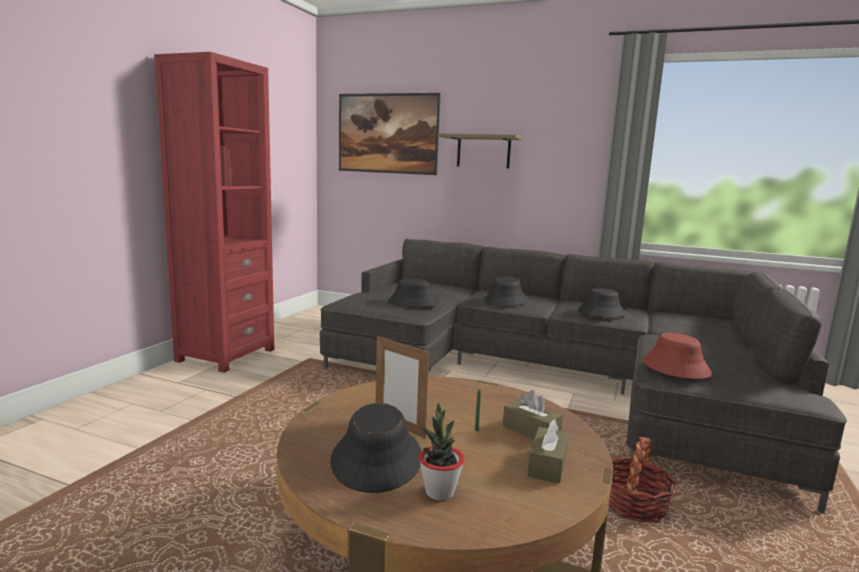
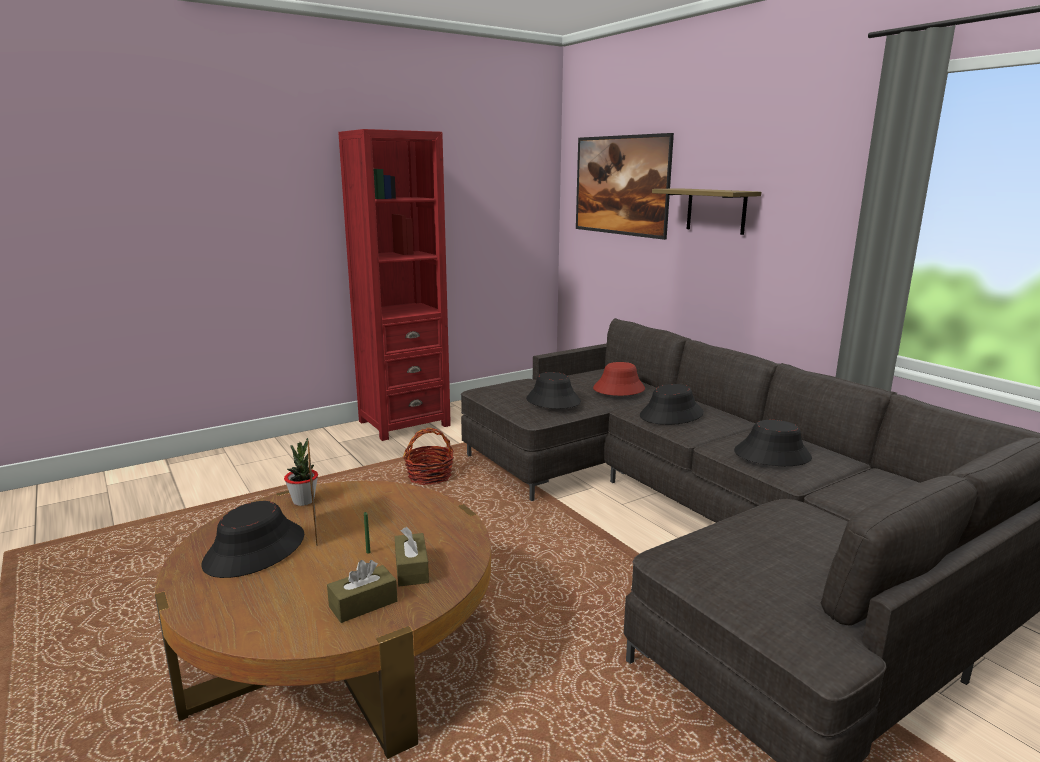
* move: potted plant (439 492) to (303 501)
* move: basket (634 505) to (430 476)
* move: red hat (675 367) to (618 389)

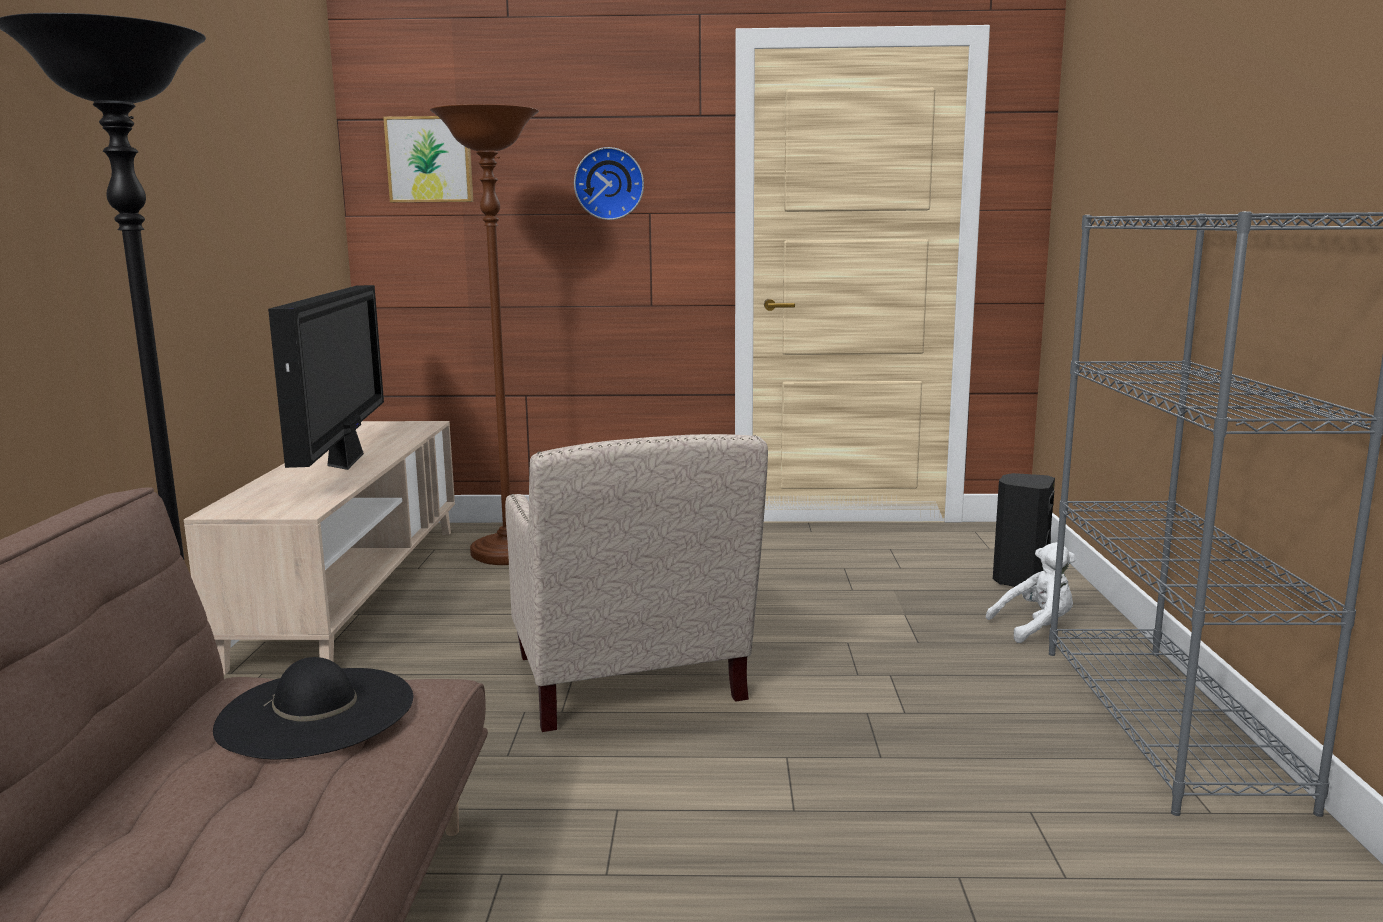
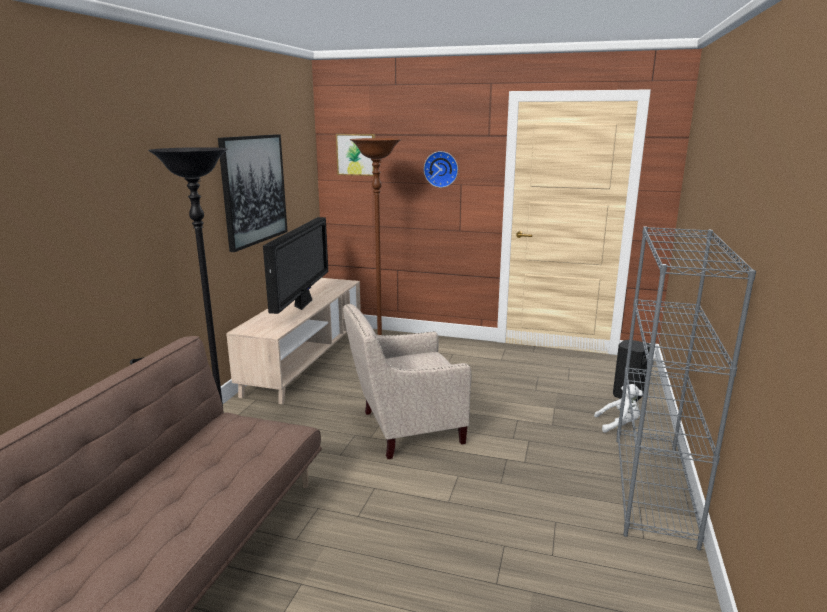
* insert: picture (254 190)
* rotate: beige armchair (628 686) = (404 428) 75 degrees clockwise
* delete: black hat (316 711)

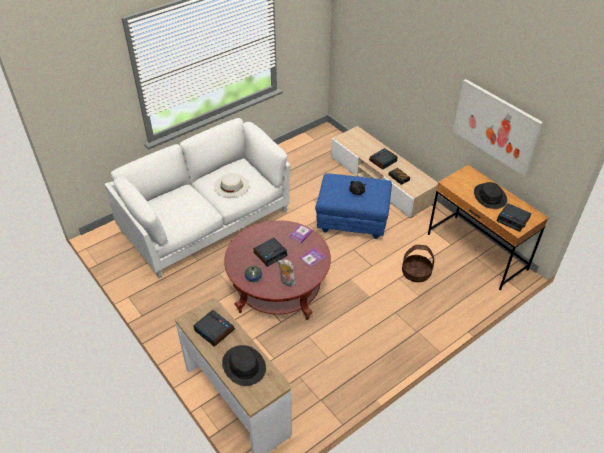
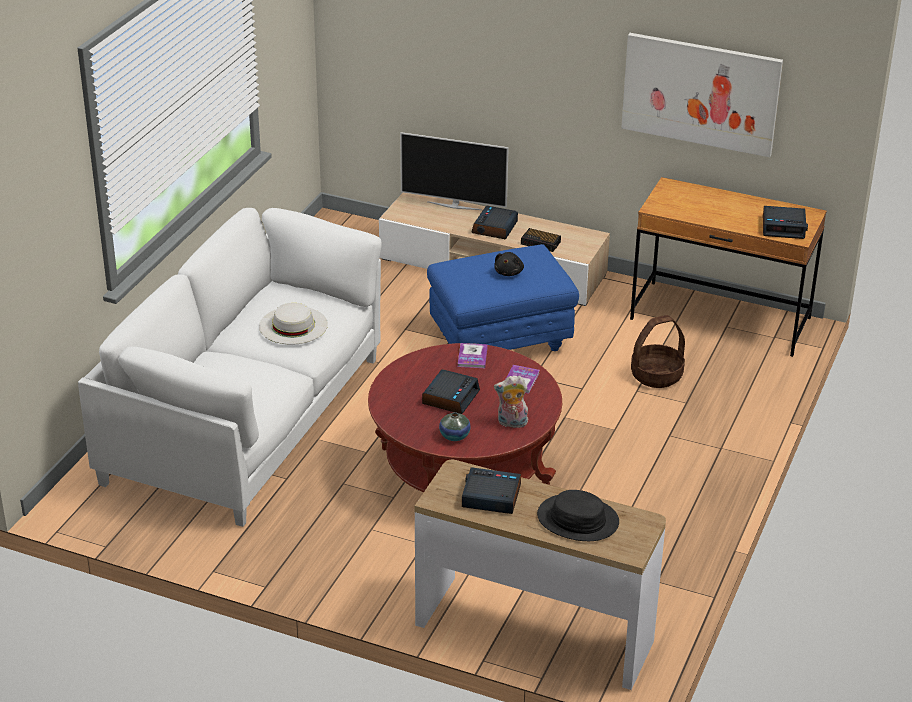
* insert: television (454 205)
* delete: black hat (490 196)

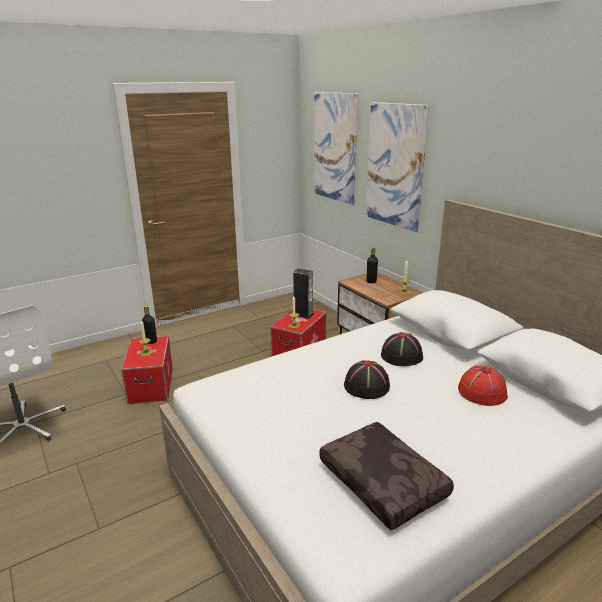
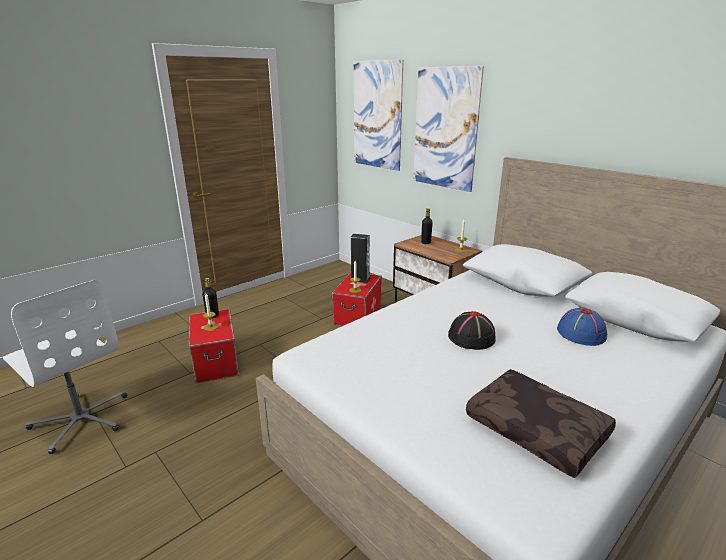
* recolor: red hat (481 391) to blue hat (580 333)
* delete: black hat (402 356)

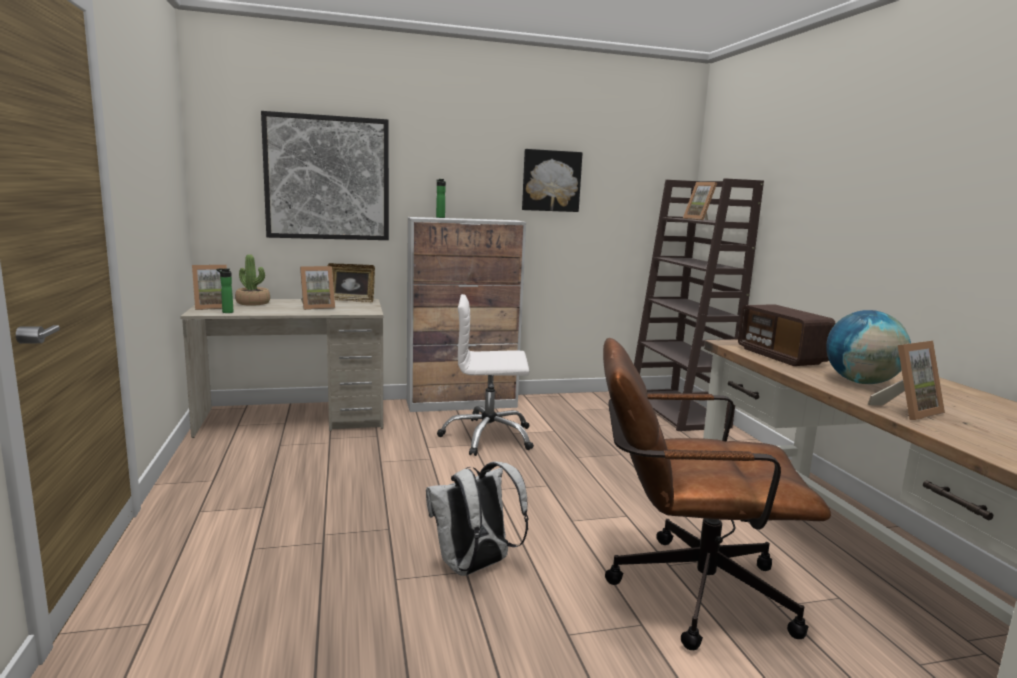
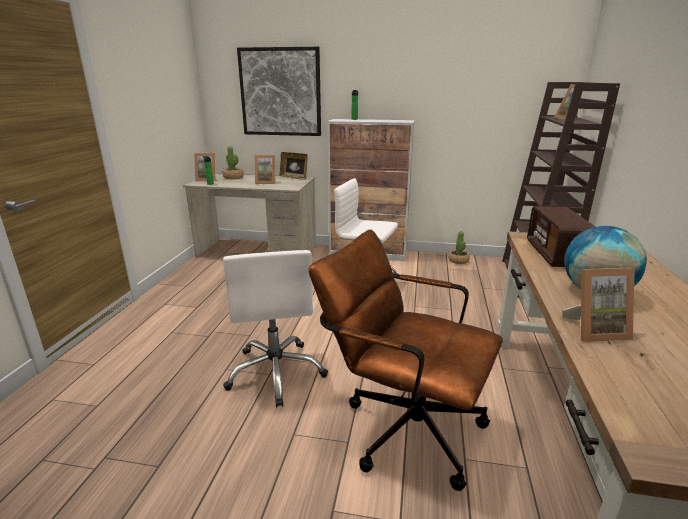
* replace: white backpack (474 567) to white office chair (276 372)
* insert: potted plant (458 260)
* delete: picture (551 181)

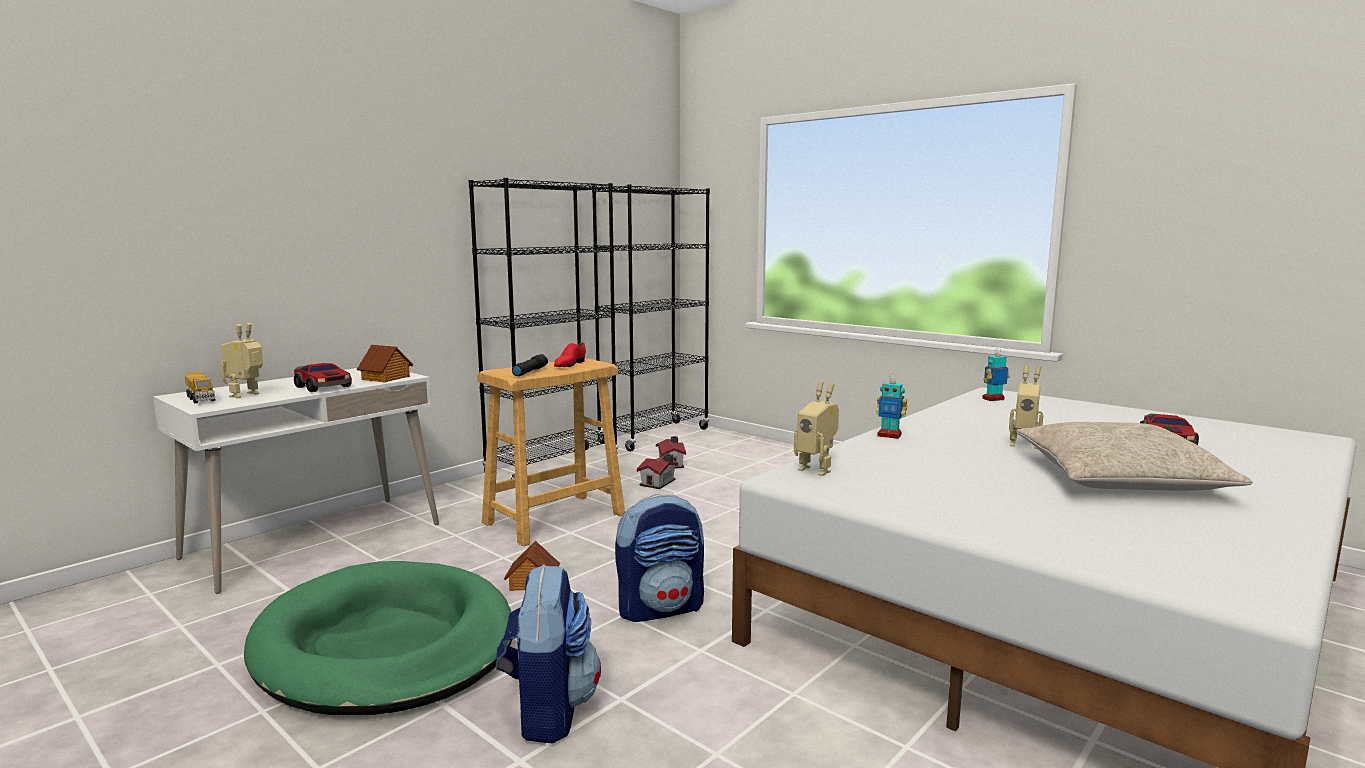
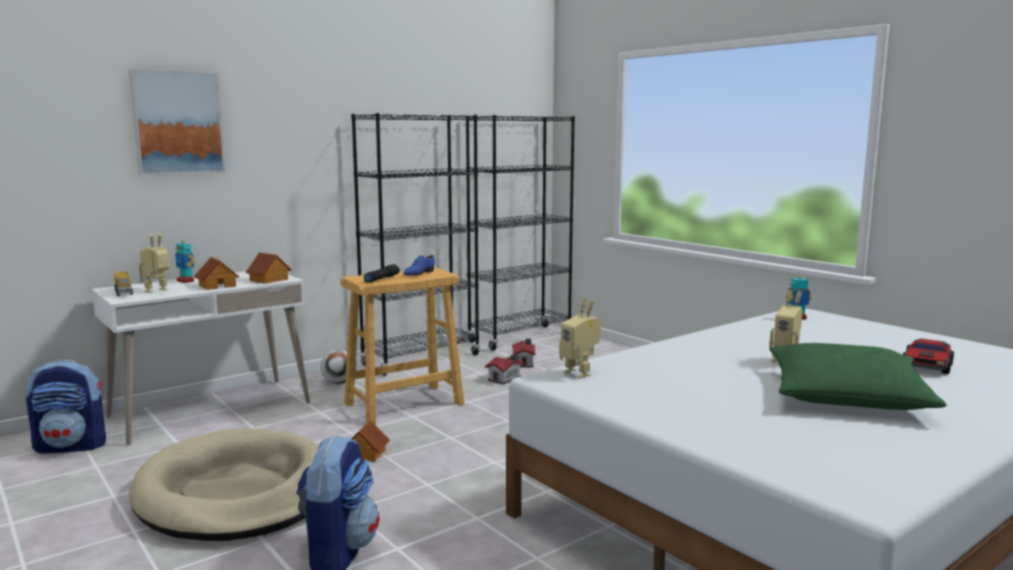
* move: backpack (661 608) to (72 446)
* insert: picture (178 123)
* recolor: green dog bed (386 645) to beige dog bed (237 492)
* move: toy robot (889 435) to (186 281)
* replace: toy car (323 387) to toy house (217 286)
* insert: football (339 383)
* recolor: red shoe (569 364) to blue shoe (418 273)
* recolor: beige pillow (1120 478) to green pillow (847 395)

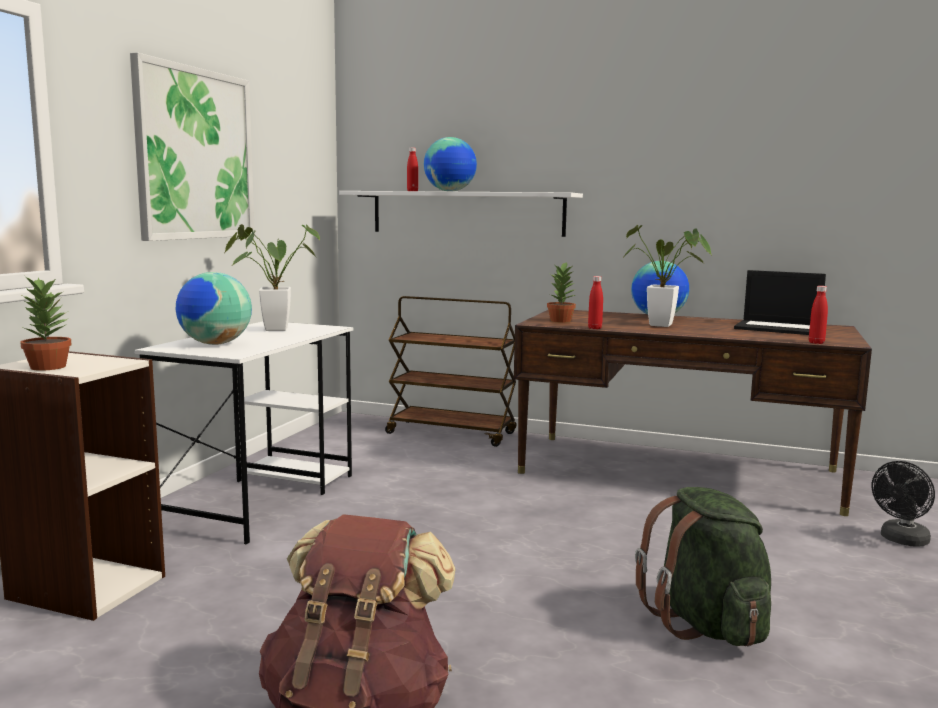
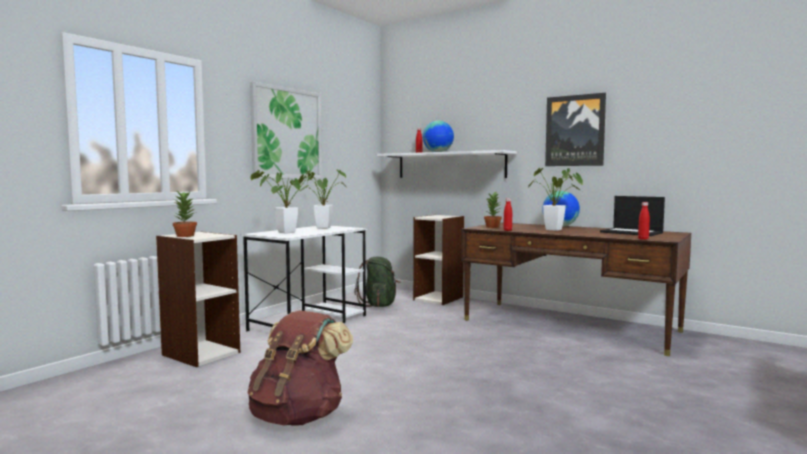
* replace: globe (215 344) to potted plant (283 233)
* move: green backpack (706 624) to (379 305)
* replace: brown cart (452 433) to bookcase (439 298)
* insert: picture (575 130)
* delete: black fan (901 540)

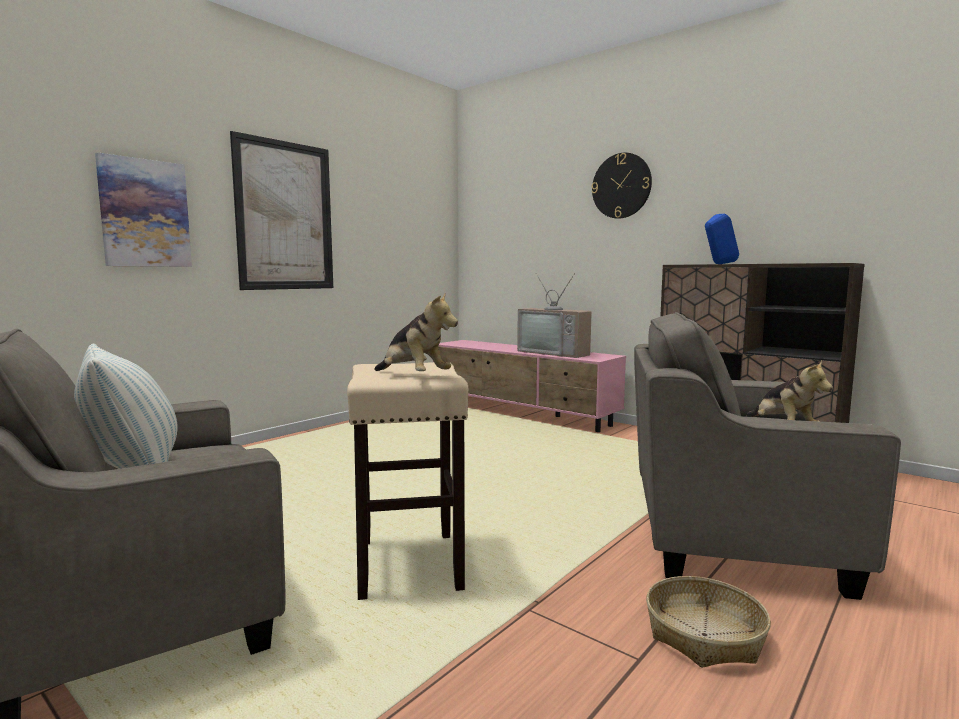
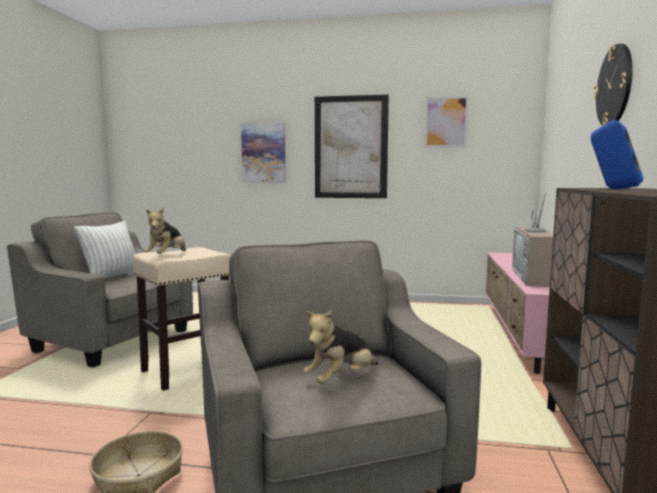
* insert: picture (446 122)

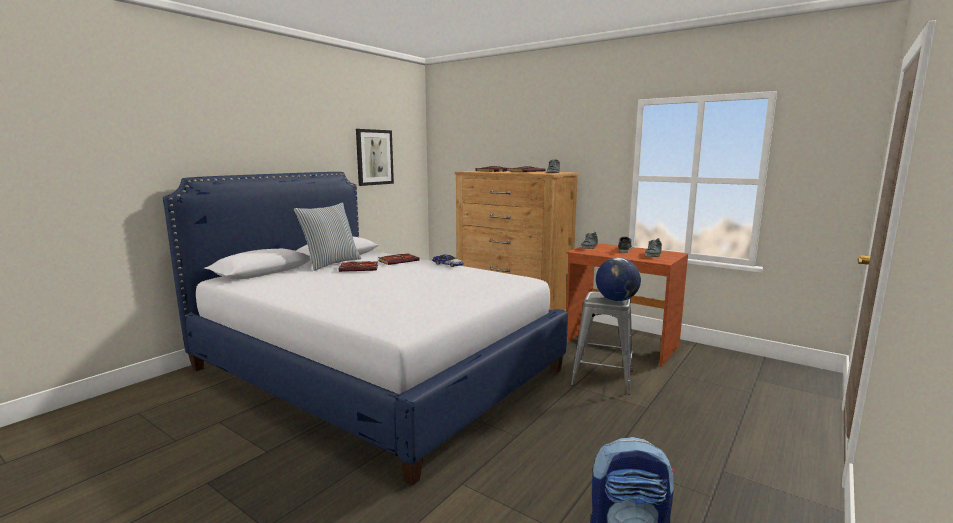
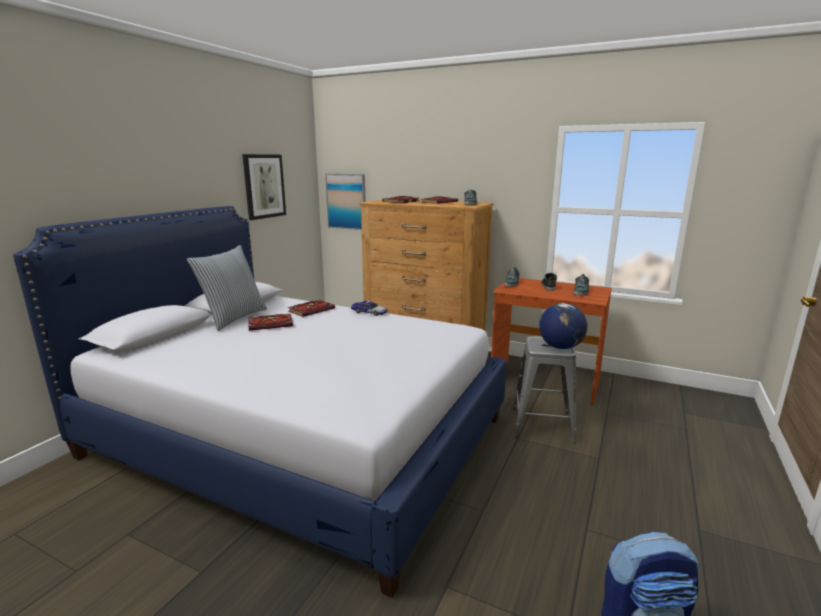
* insert: picture (346 201)

